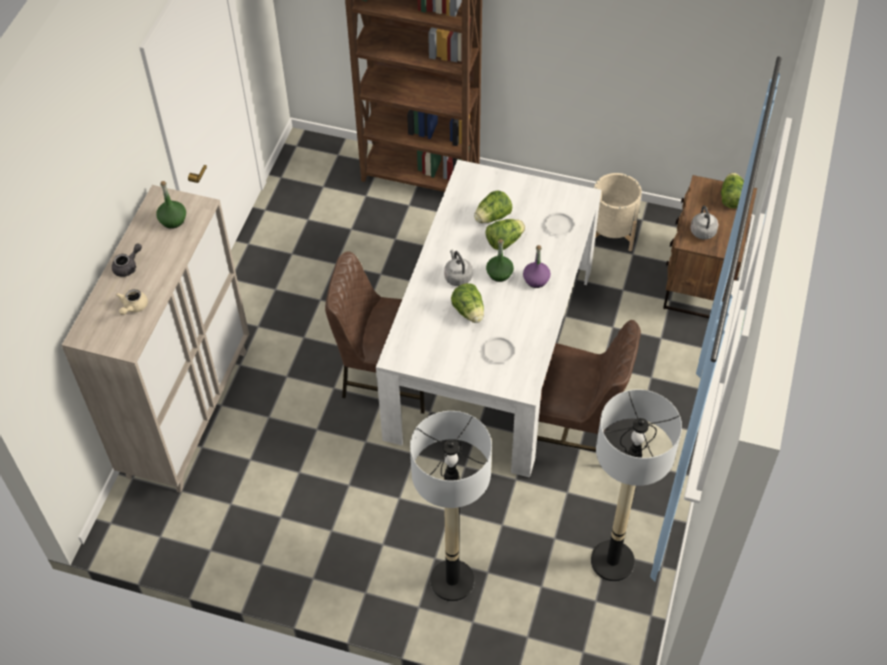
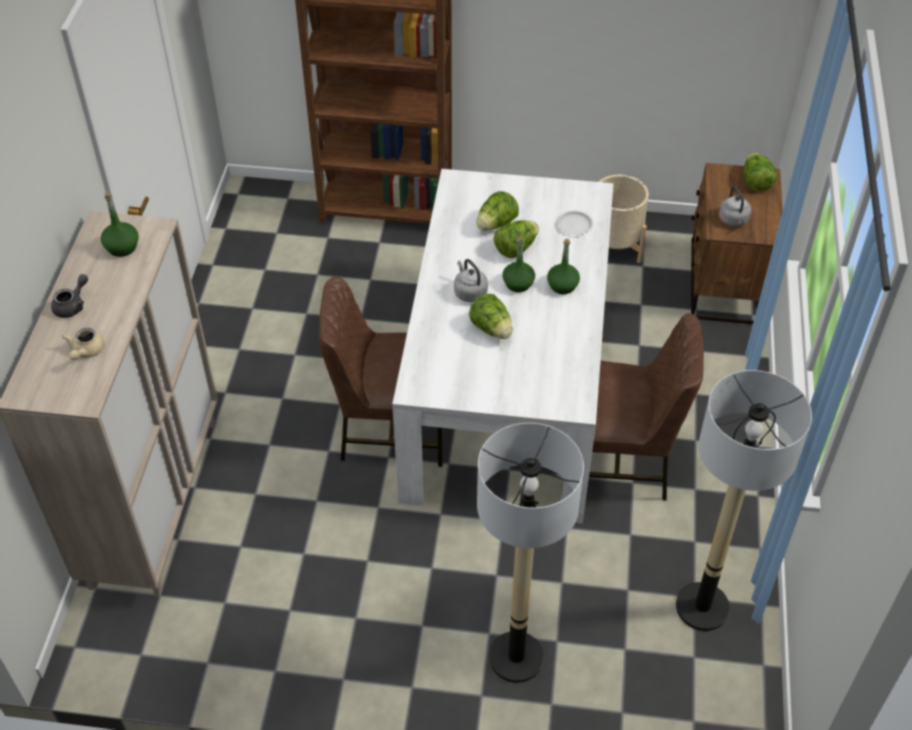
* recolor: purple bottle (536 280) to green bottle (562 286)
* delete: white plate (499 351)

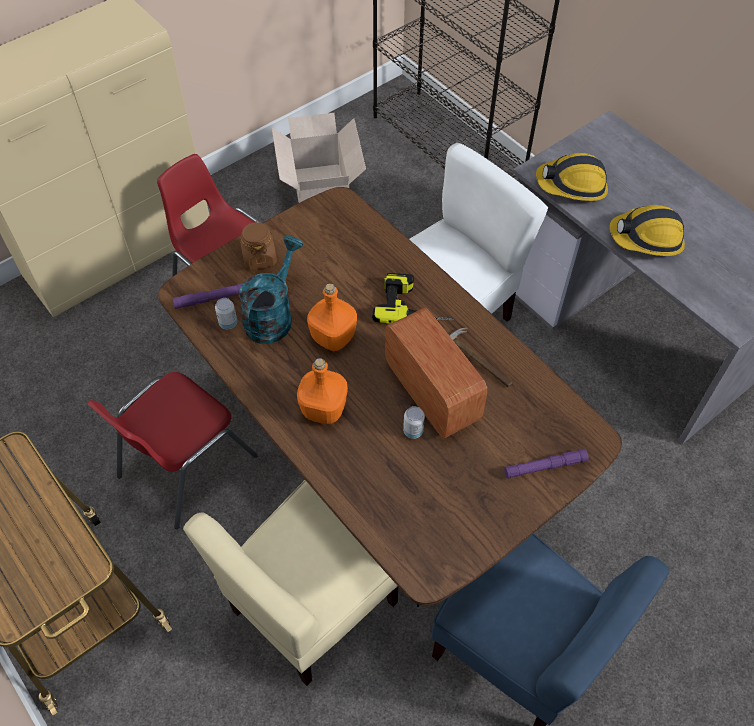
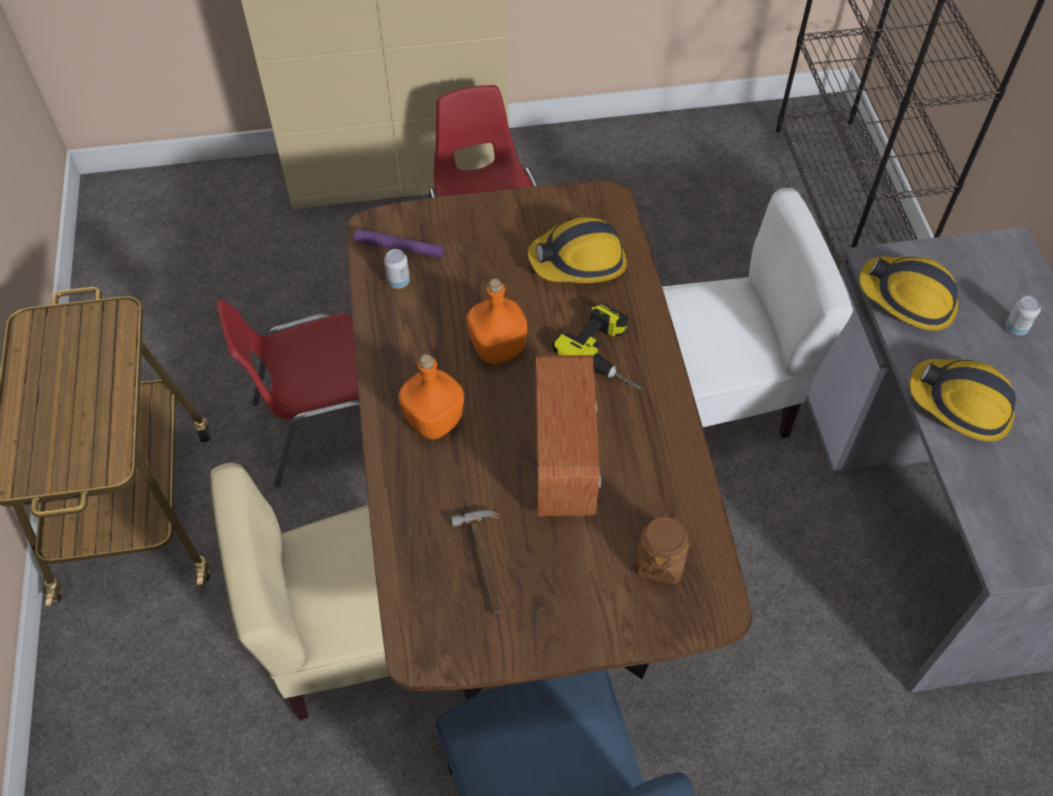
* move: hammer (479 360) to (486 563)
* insert: hard hat (579 262)
* move: brown jar (259 257) to (660 560)
* move: can (413 431) to (1016 328)
* delete: turquoise watering can (272 315)
* delete: cardboard box (321 190)
* delete: purple flashlight (545 466)

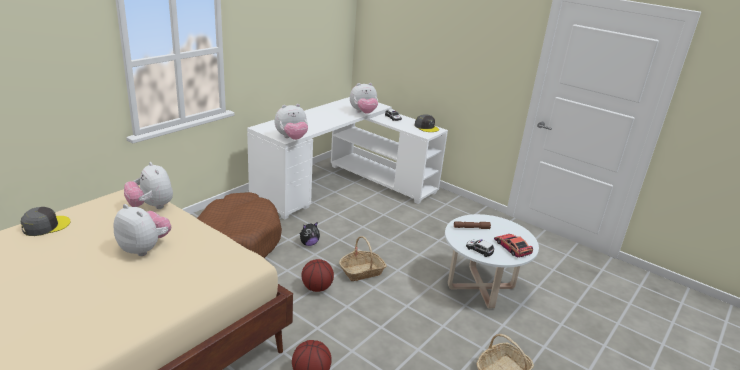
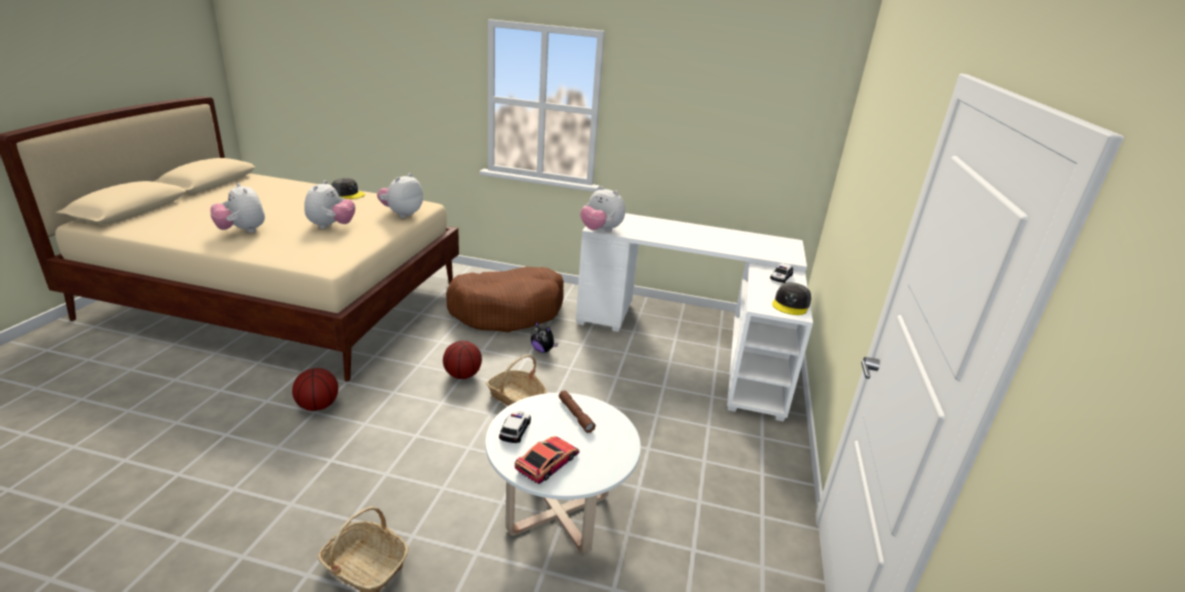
* move: plush toy (363 113) to (242 231)

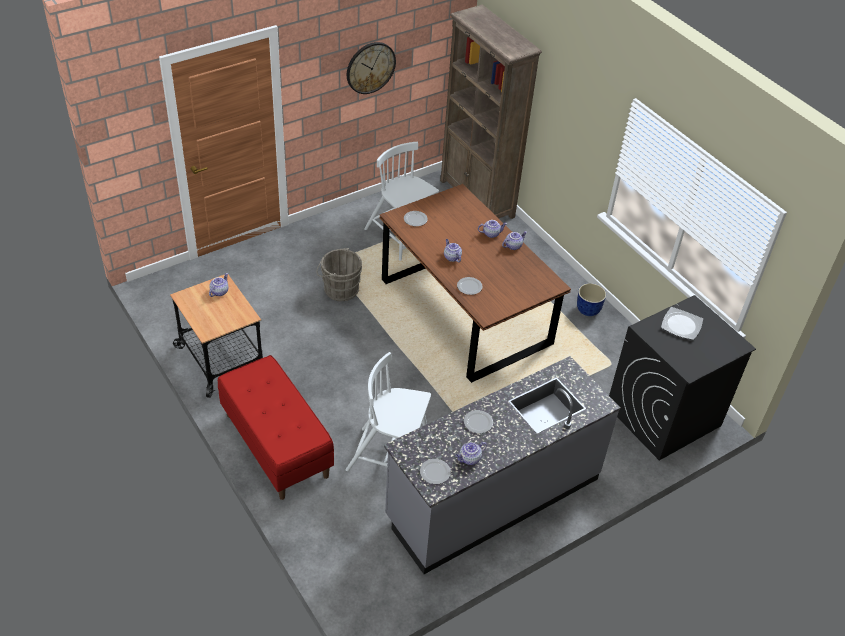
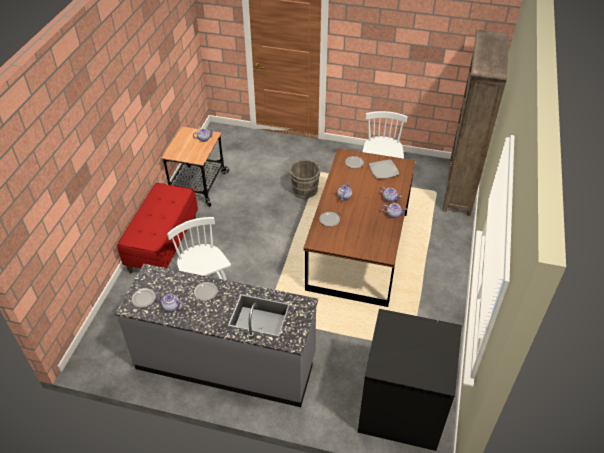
* move: plate (682 325) to (384 170)
* delete: wall clock (370 67)
* delete: planter (588 310)

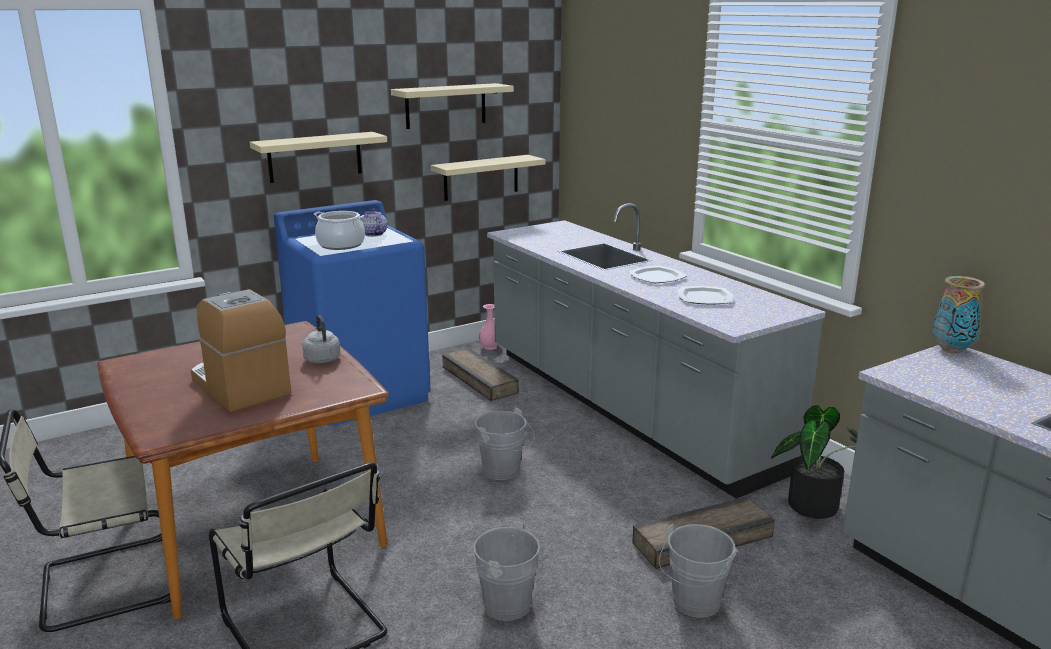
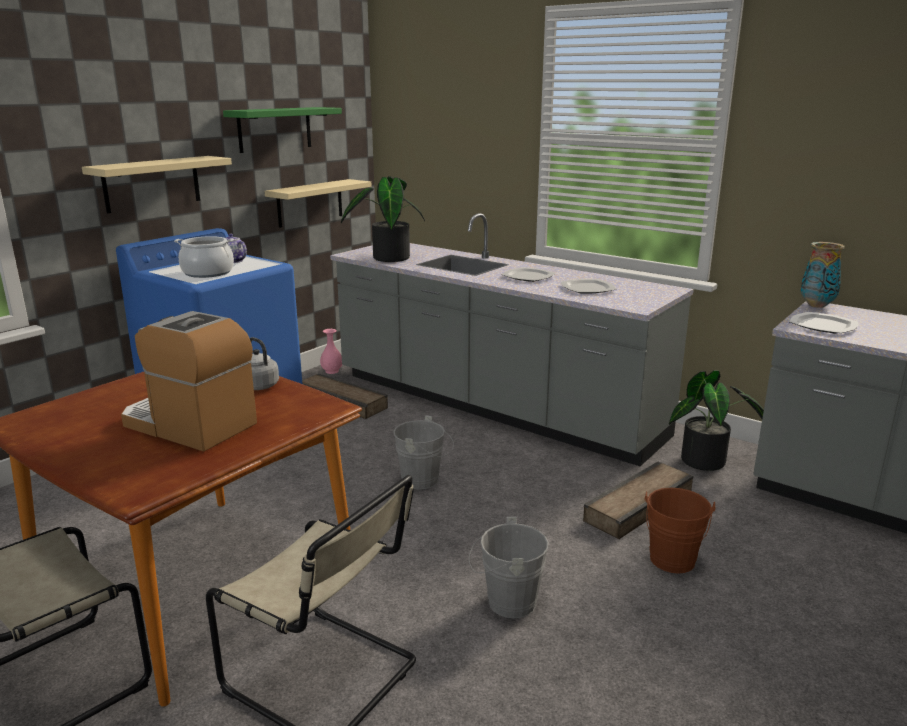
* recolor: beige shelf (445 105) to green shelf (275 129)
* insert: potted plant (387 257)
* recolor: grey bucket (693 605) to brown bucket (672 563)
* insert: plate (823 325)

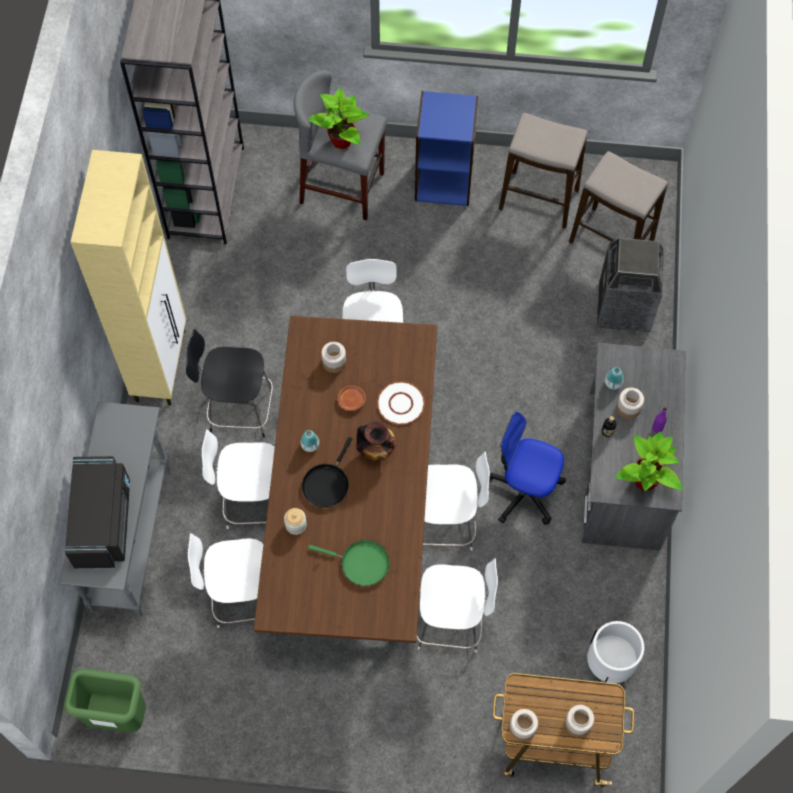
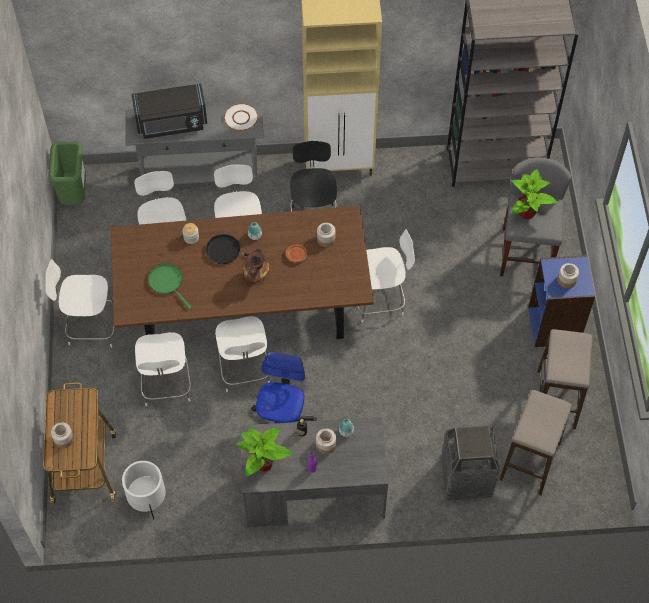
* insert: white chair (91 327)
* rotate: green frying pan (361 563) = (167 282) 135 degrees clockwise
* move: white plate (401 404) to (241 118)
* move: jar (522 727) to (566 280)

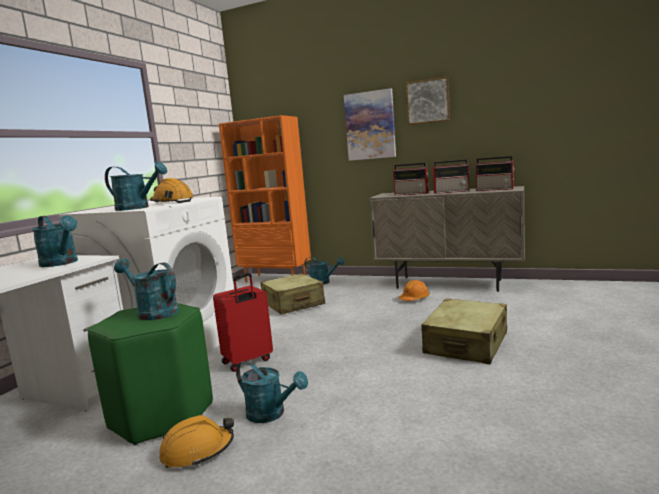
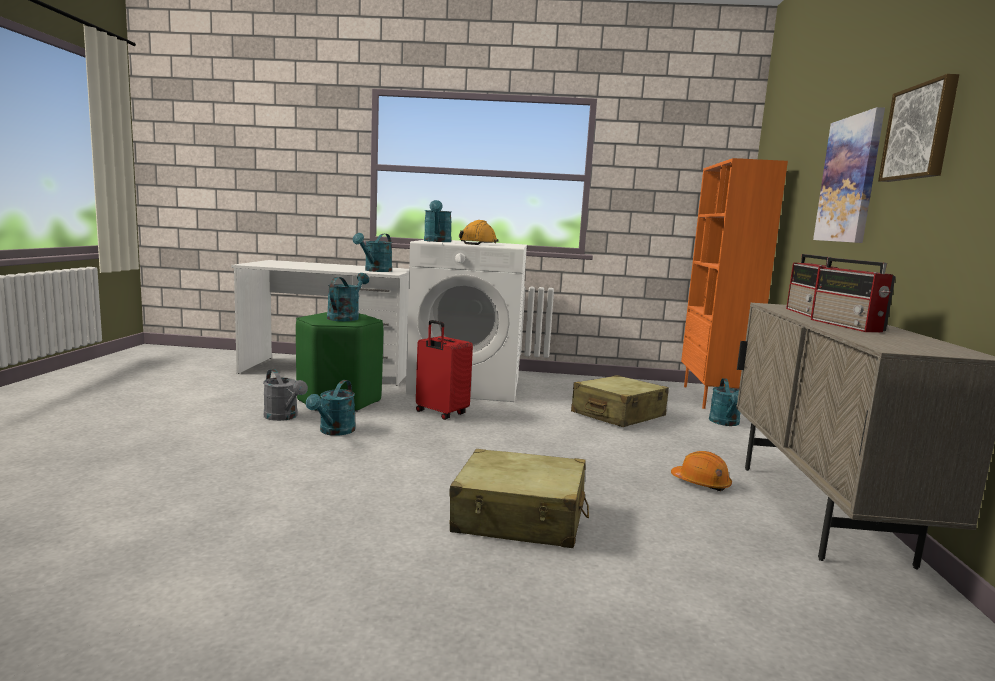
* replace: orange hard hat (197 451) to grey watering can (284 417)
* delete: radio (495 189)

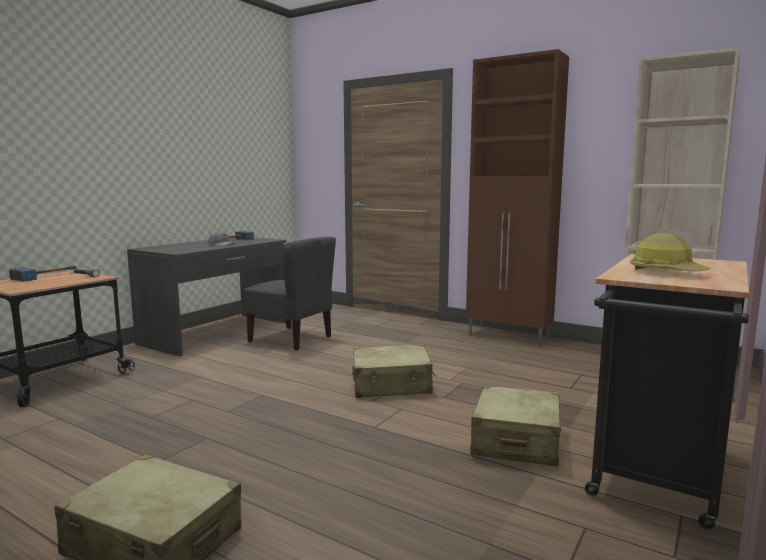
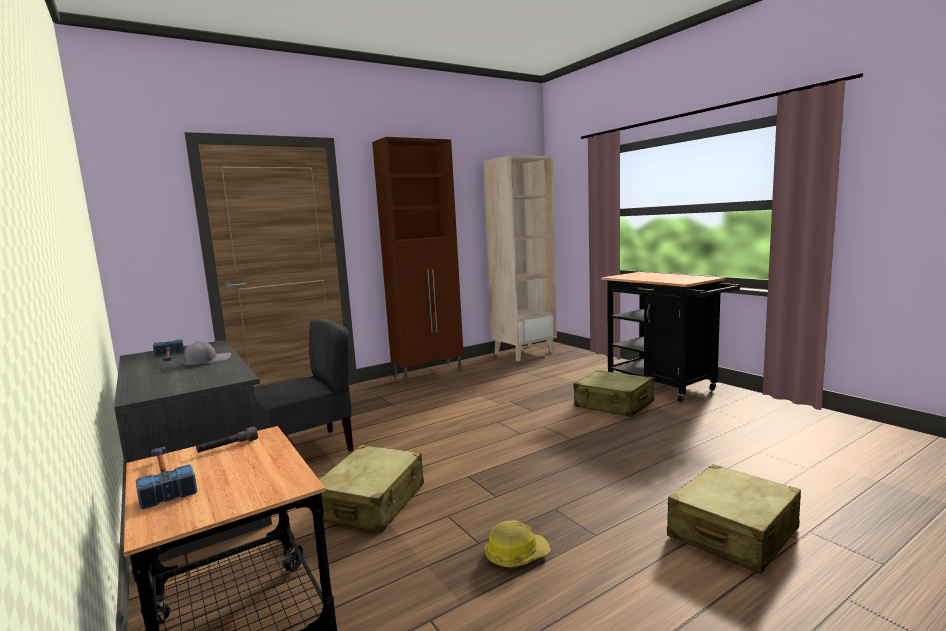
* move: beige suitcase (391 385) to (372 502)
* move: hard hat (666 272) to (516 555)

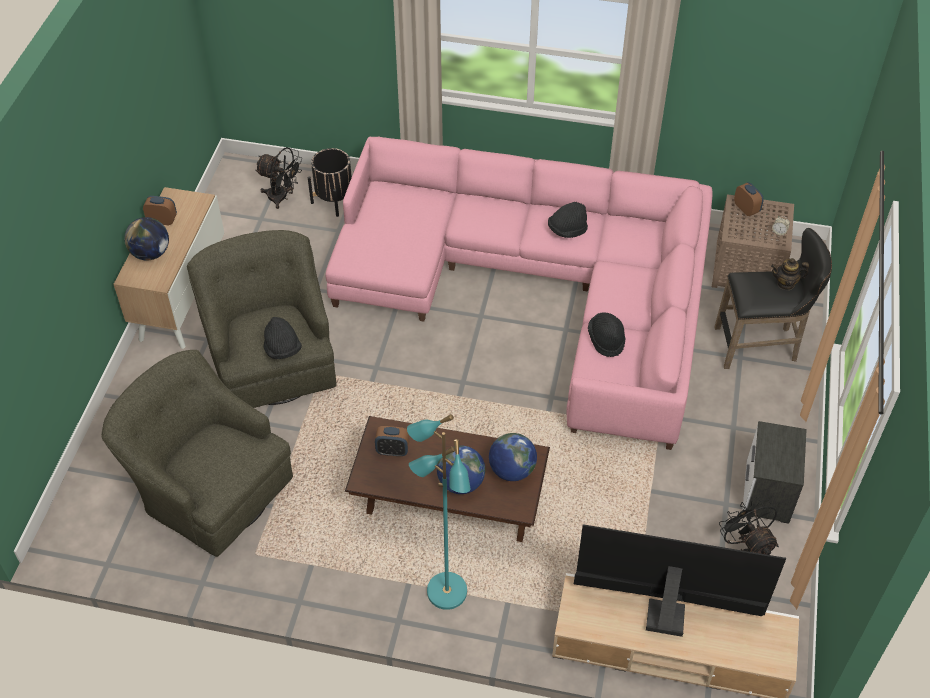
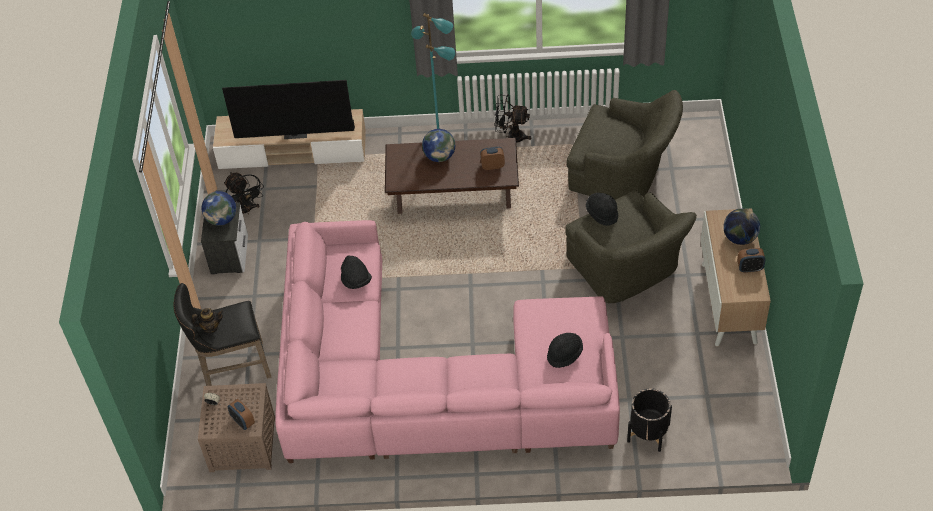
* move: globe (512 470) to (222 219)
* move: black fan (282 198) to (511 137)
* move: black hat (567 230) to (564 354)

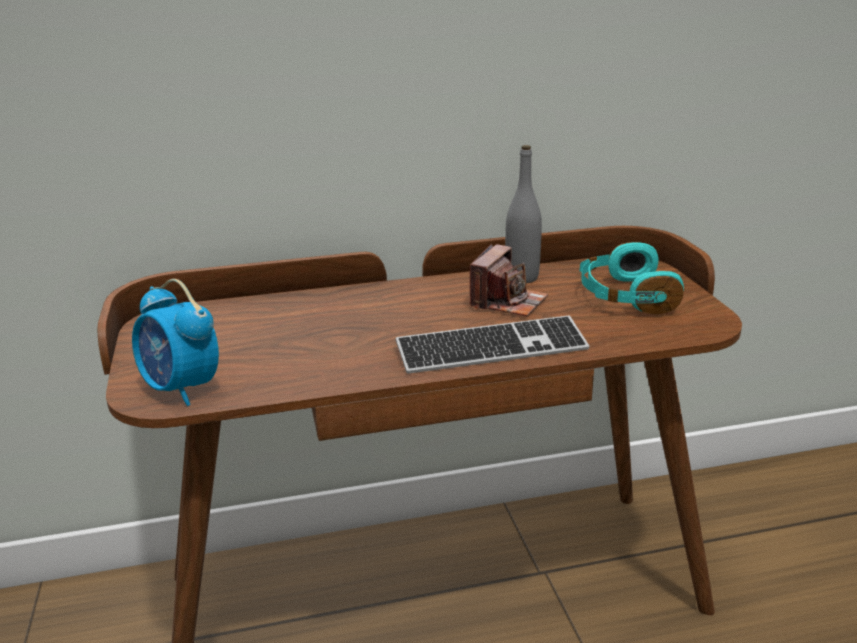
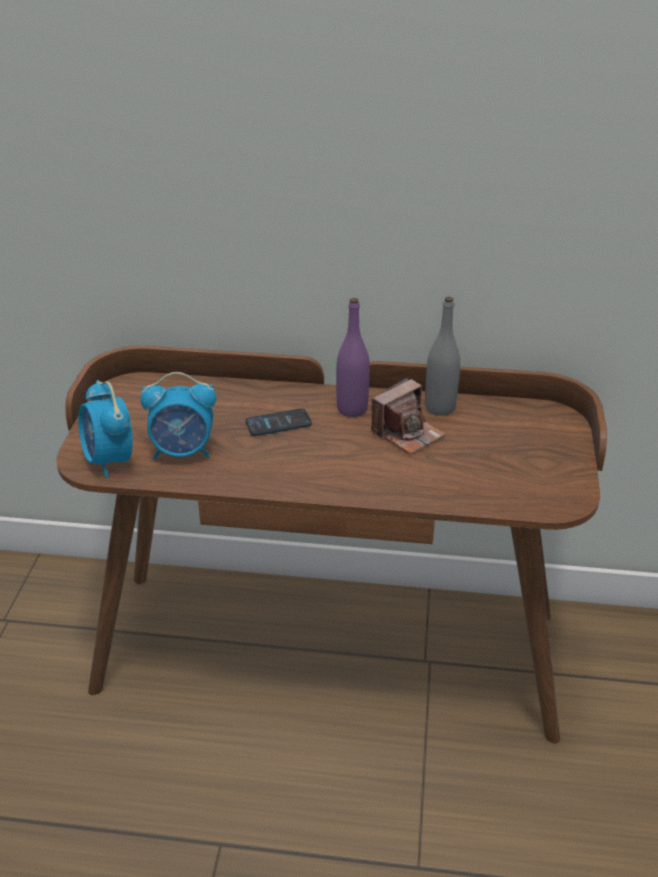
* insert: alarm clock (183 452)
* insert: phone (278 423)
* insert: purple bottle (352 409)
* delete: keyboard (492 349)
* delete: turquoise headphones (624 297)

